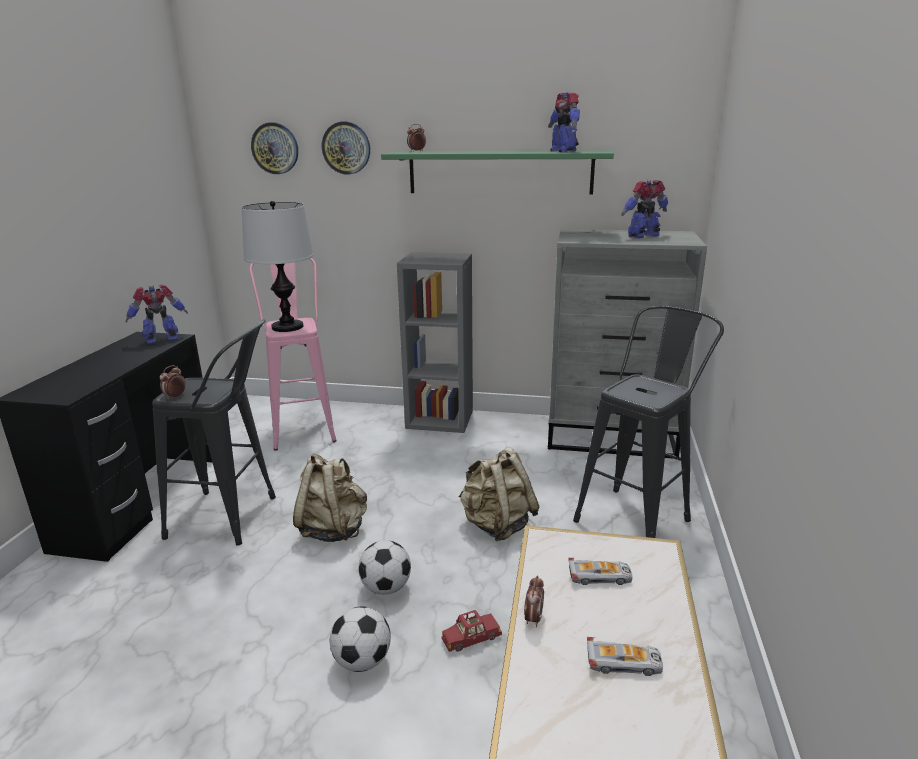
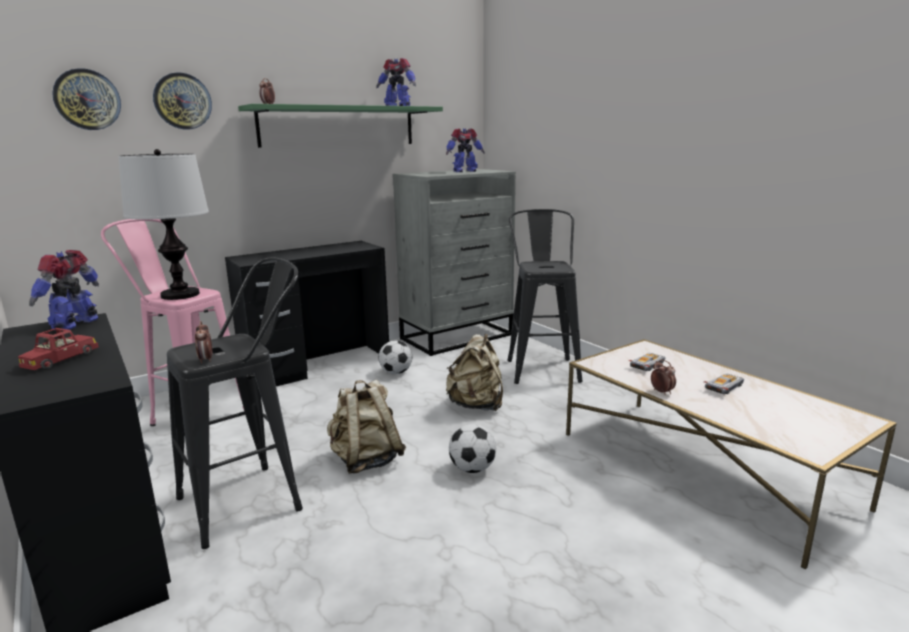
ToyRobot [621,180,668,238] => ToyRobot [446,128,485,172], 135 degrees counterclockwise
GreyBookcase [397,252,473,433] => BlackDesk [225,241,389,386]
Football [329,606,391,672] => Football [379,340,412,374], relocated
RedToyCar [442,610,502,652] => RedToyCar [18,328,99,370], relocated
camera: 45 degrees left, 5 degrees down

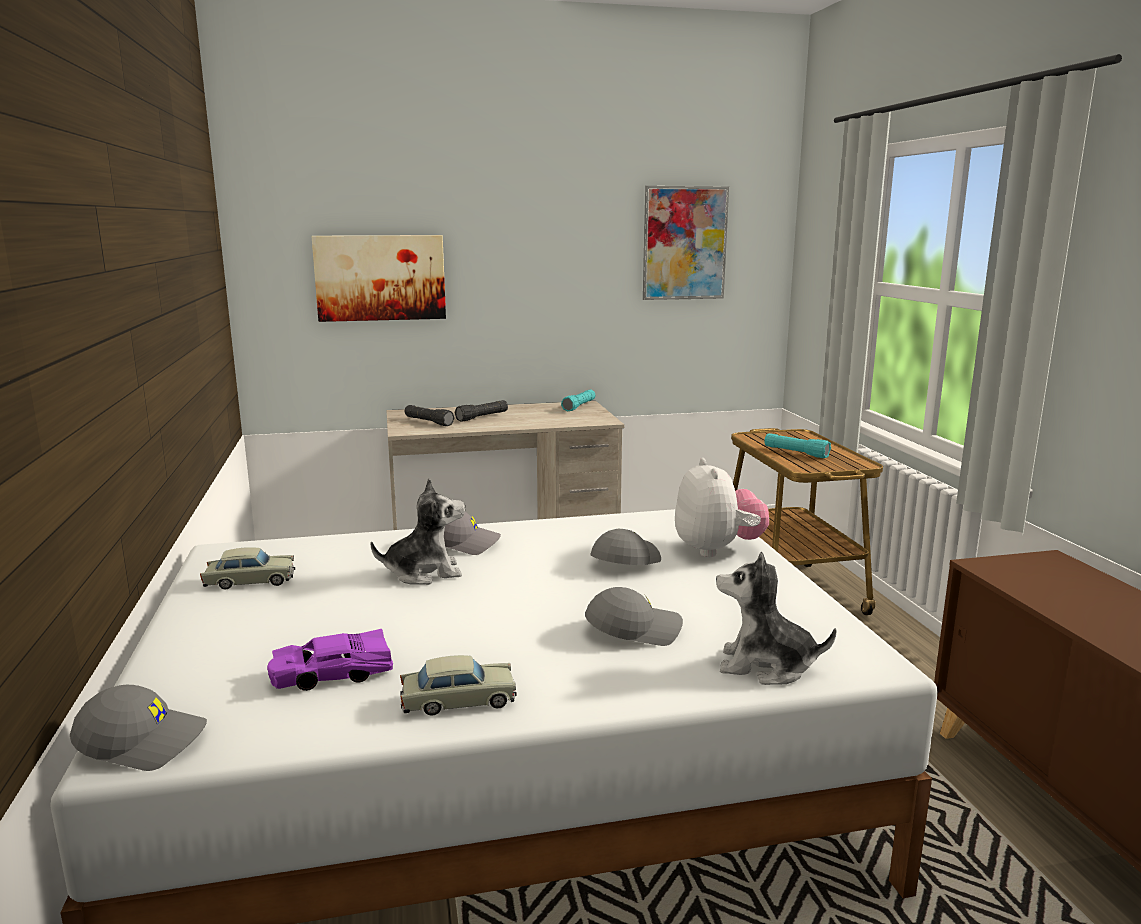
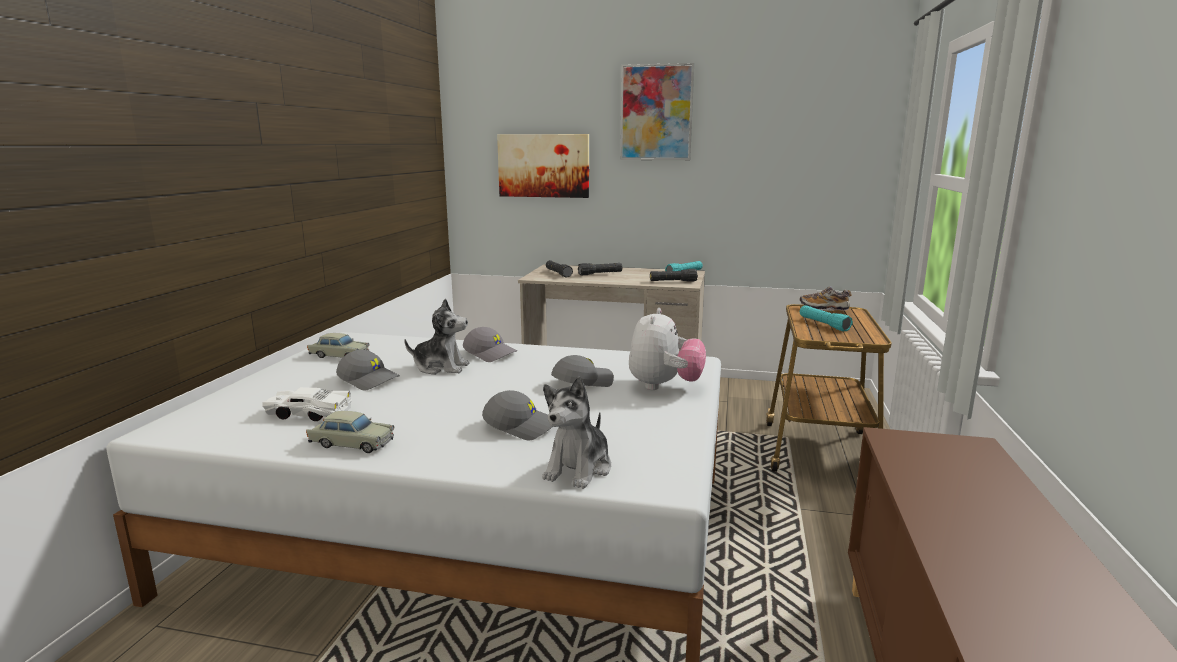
Picture [643,186,729,300] => Picture [620,63,694,160], relocated
PlushToy [716,552,837,685] => PlushToy [542,377,611,489], 105 degrees counterclockwise
PurpleToyCar [267,629,393,691] => WhiteToyCar [262,387,352,421]
GreyCap [70,685,207,771] => GreyCap [336,350,400,390], relocated
nothing => BlackFlashlight [650,269,698,282]
nothing => Shoe [800,286,852,311]
camera: 25 degrees right, 0 degrees up

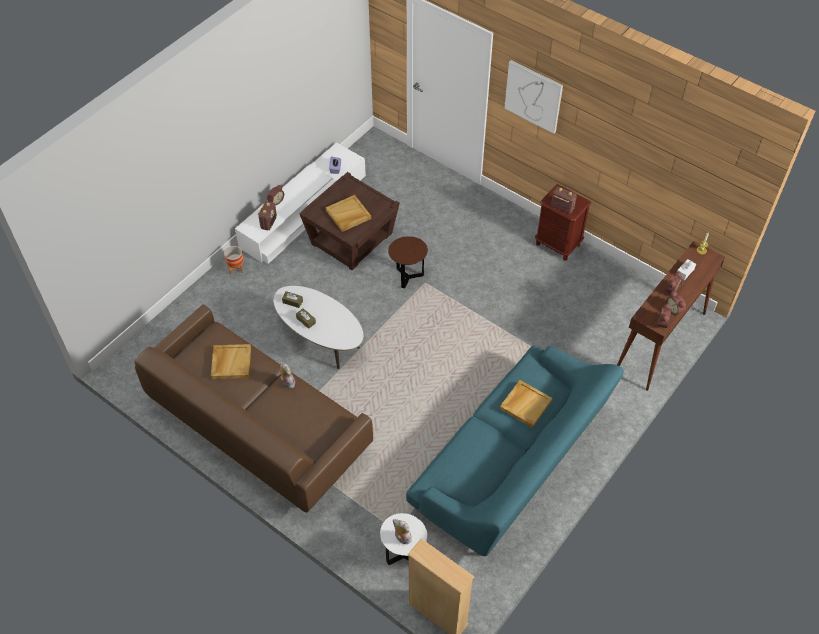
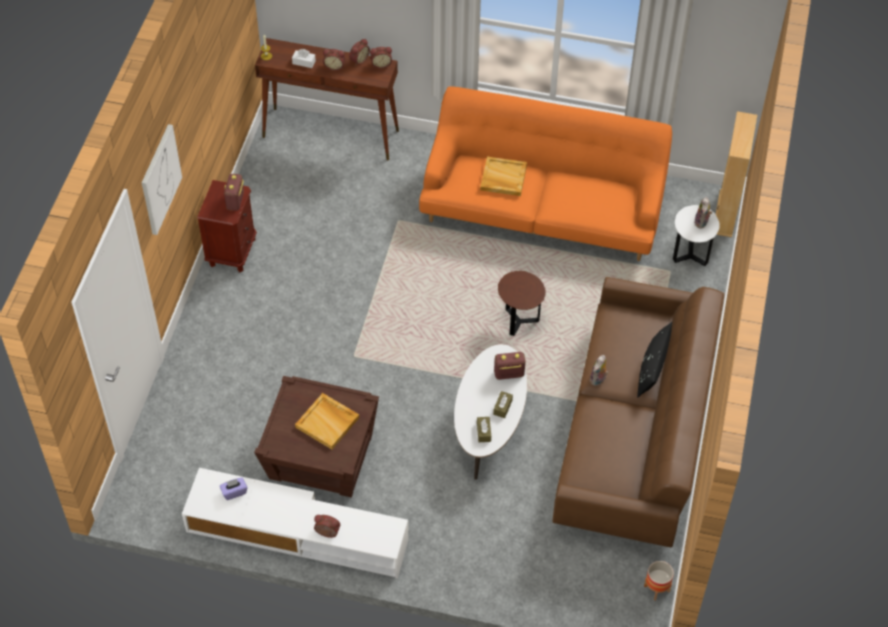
Radio [258,201,277,230] => Radio [494,352,526,380], relocated
BrownSideTable [388,236,428,289] => BrownSideTable [498,271,546,336], relocated
Planter [224,246,244,274] => Planter [644,561,674,600], relocated
BeigeTray [211,344,251,379] => nothing
TurquoiseSofa [406,345,624,556] => OrangeSofa [419,86,672,261]
nothing => BlackPillow [637,322,672,398]
camera: 115 degrees left, 0 degrees up

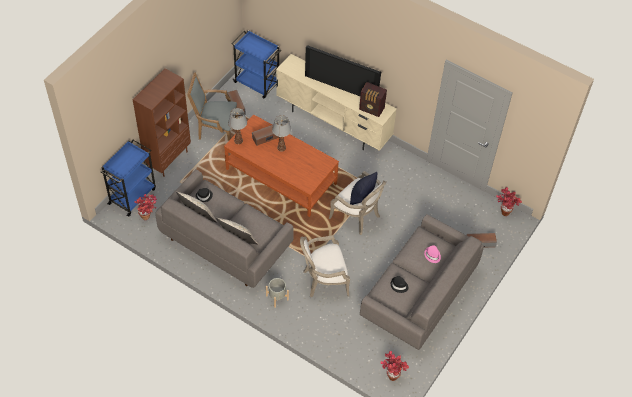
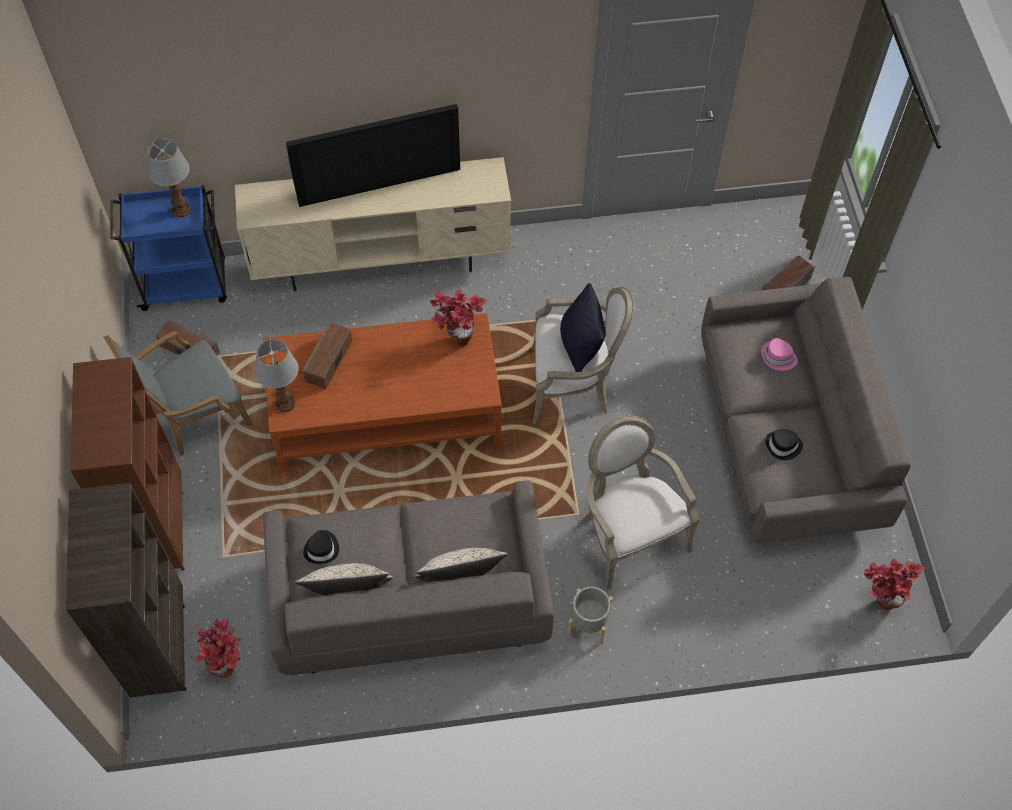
Radio [359,82,387,117] => nothing
TableLamp [272,115,291,152] => TableLamp [147,138,191,218], relocated
BlueCart [101,140,156,217] => BrownBookcase [66,483,186,698]
PottedPlant [496,187,522,216] => PottedPlant [430,289,486,347], relocated
Armchair [300,235,350,298] => Armchair [584,415,700,590], 120 degrees clockwise
camera: 40 degrees left, 5 degrees up

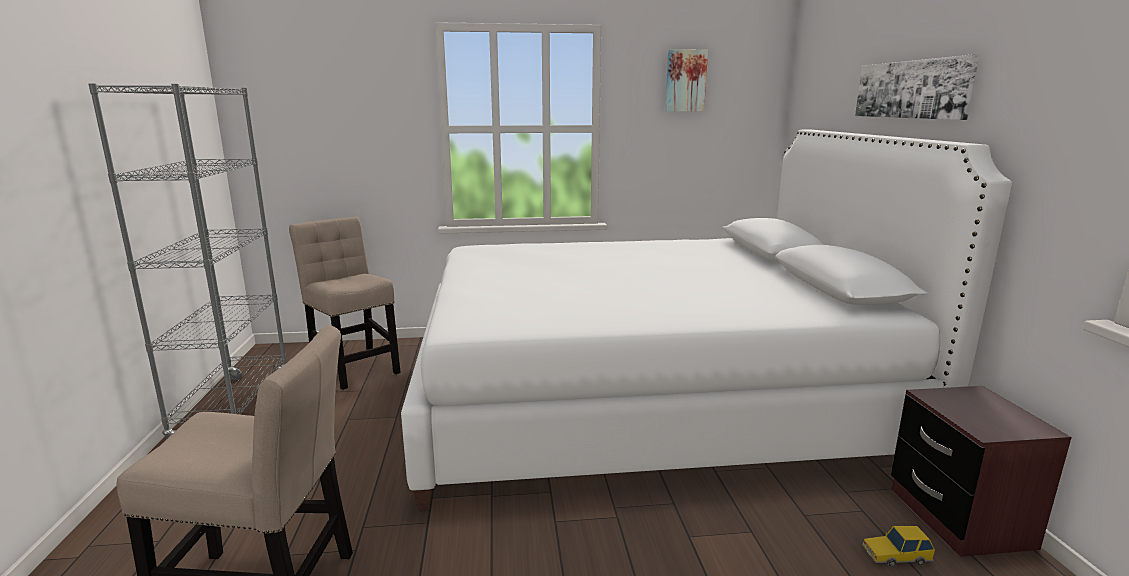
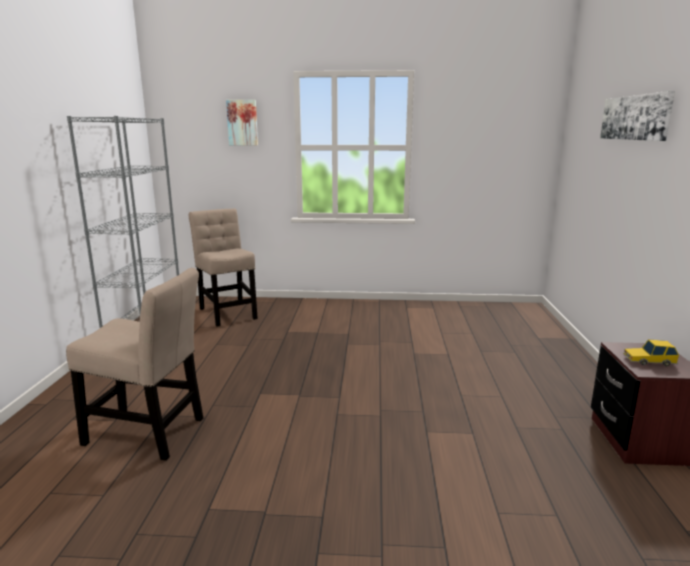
Picture [665,49,708,112] => Picture [226,100,258,145], relocated
WhiteBed [401,129,1012,511] => nothing
ToyCar [862,526,935,567] => ToyCar [623,339,679,366], relocated
camera: 10 degrees right, 0 degrees up

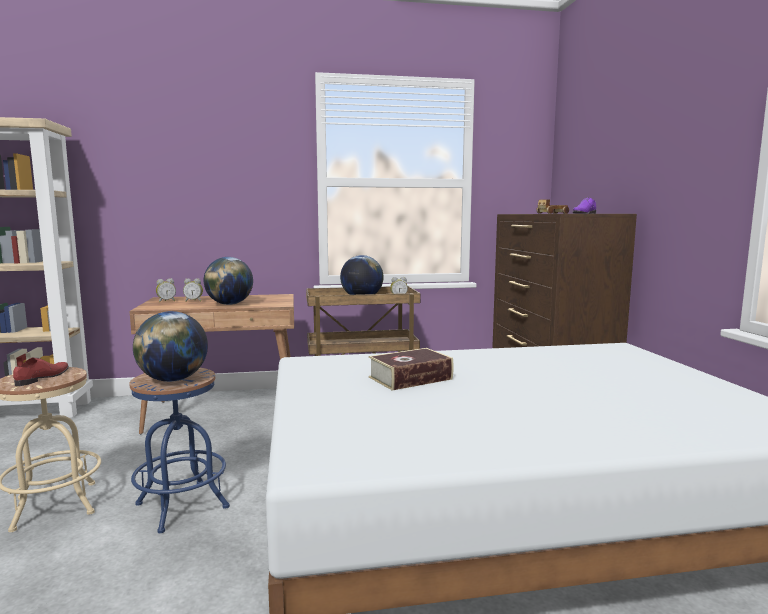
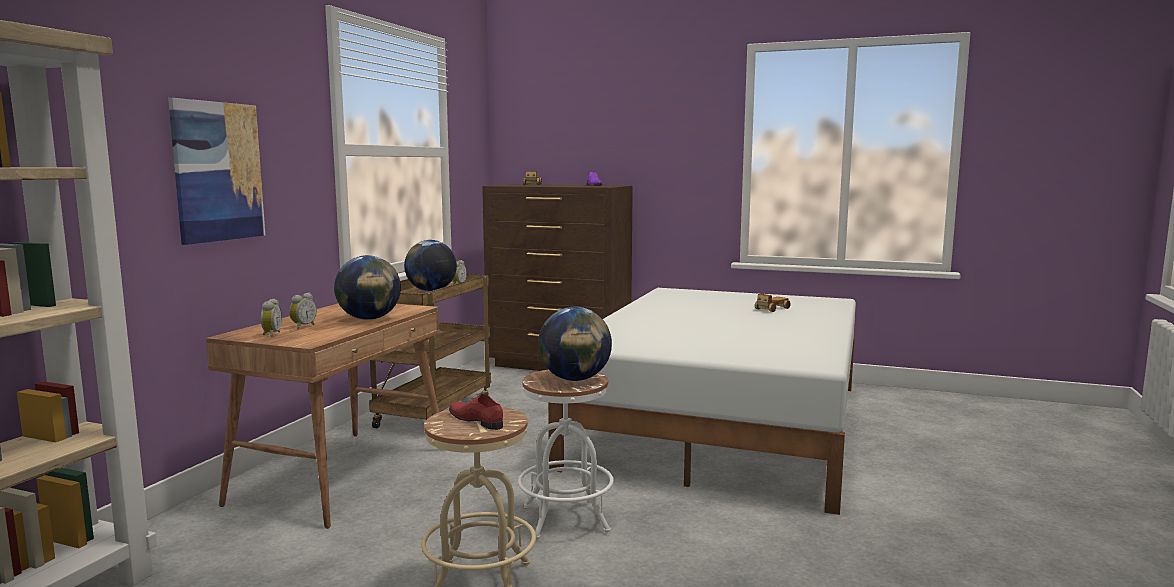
Book [369,348,454,391] => nothing
BlueStool [129,368,230,533] => WhiteStool [518,370,614,540]
nothing => Picture [168,98,265,245]
nothing => ToyCar [755,293,791,312]
camera: 60 degrees left, 0 degrees up

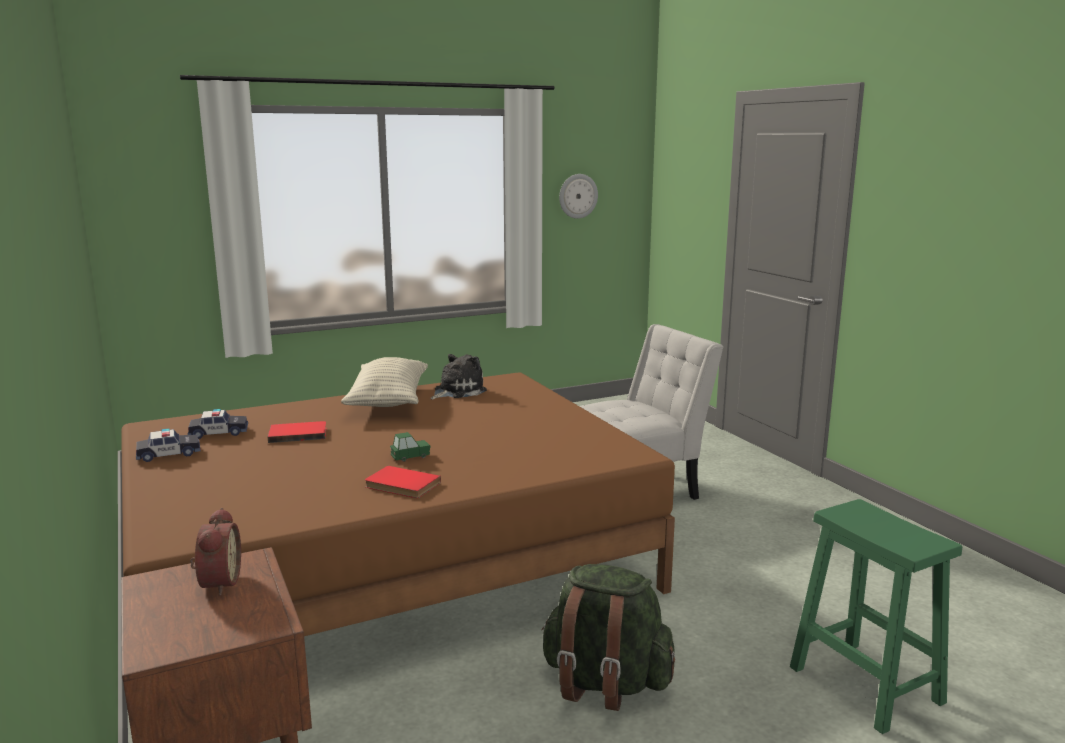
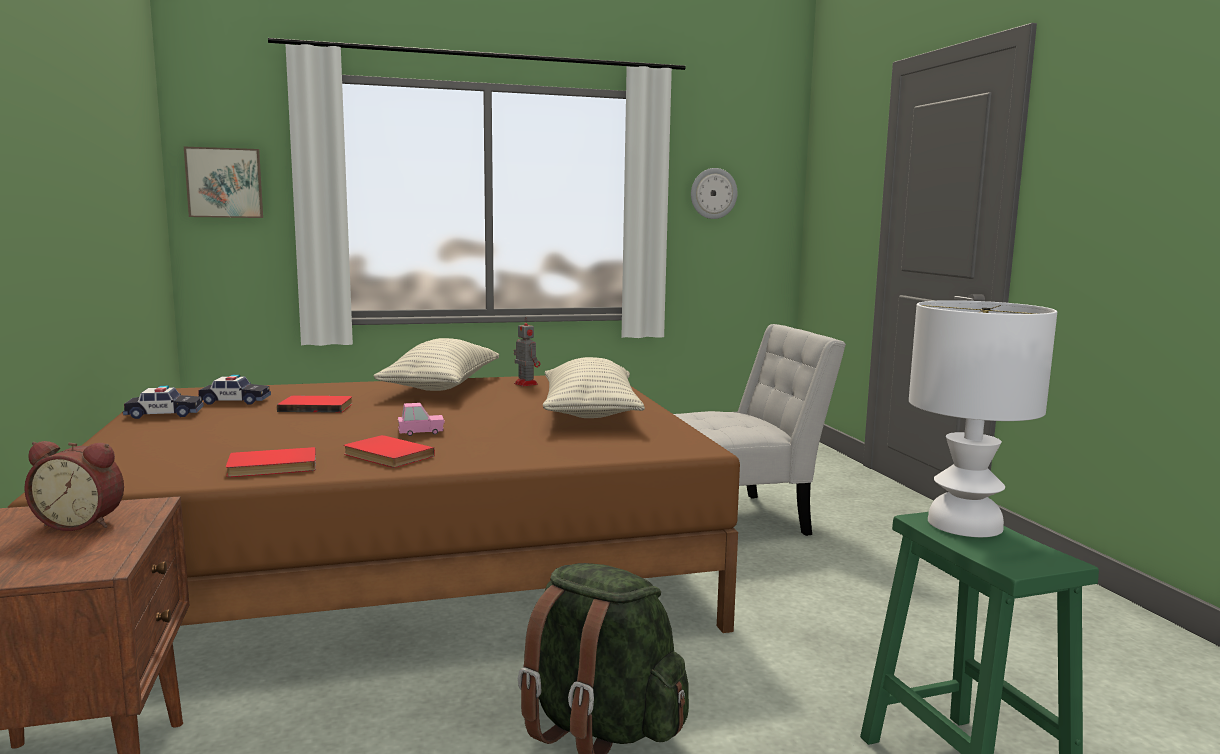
PlushToy [430,354,487,400] => ToyRobot [514,317,540,387]
GreenToyCar [390,432,430,462] => PinkToyCar [398,403,445,436]
AlarmClock [190,508,241,596] => AlarmClock [24,441,124,531], 90 degrees clockwise
nothing => Picture [184,147,263,218]
nothing => WhiteTableLamp [909,300,1057,537]
nothing => Pillow [543,357,645,418]
nothing => RedBook [226,447,316,477]
camera: 10 degrees right, 5 degrees down

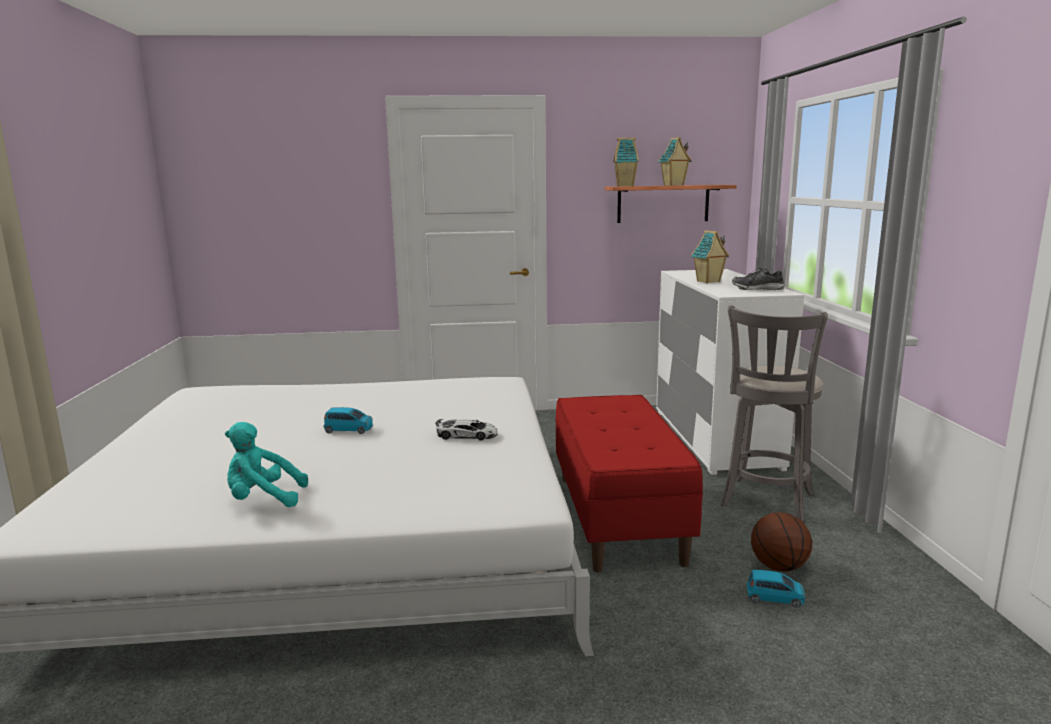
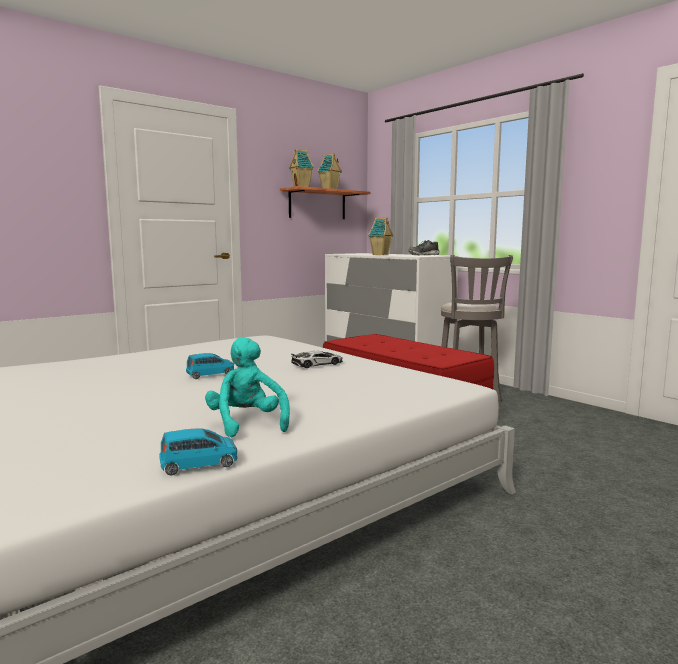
TurquoisePlushToy [225,422,308,507] => TurquoisePlushToy [205,337,290,438], 105 degrees clockwise
Basketball [751,512,812,572] => nothing
BlueToyCar [747,569,805,608] => BlueToyCar [159,429,238,475], relocated
camera: 35 degrees left, 5 degrees down

